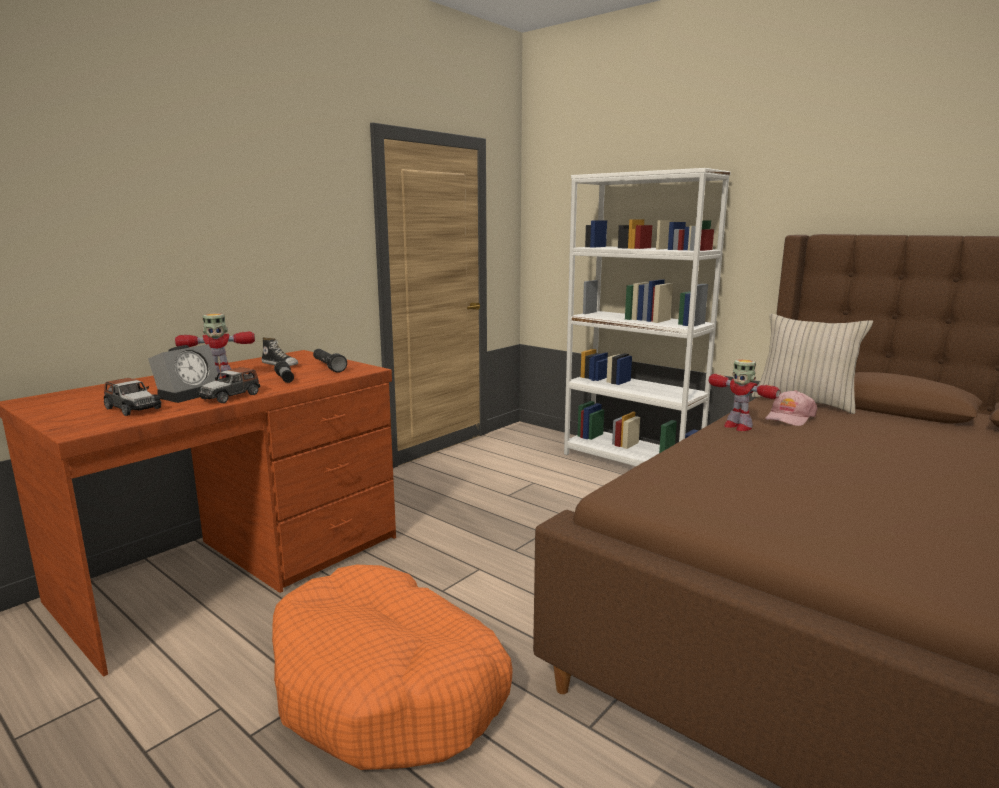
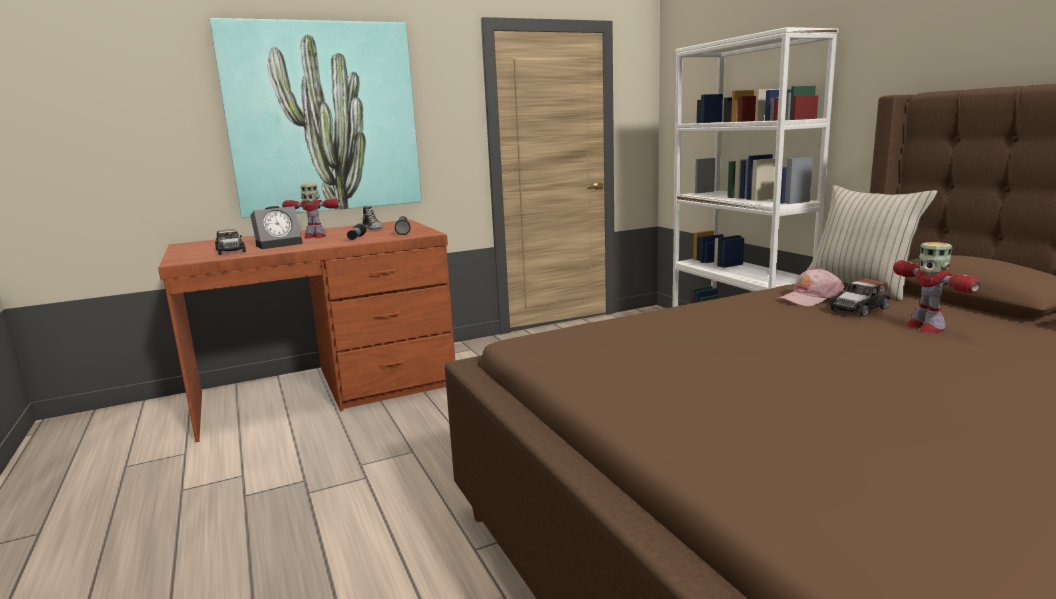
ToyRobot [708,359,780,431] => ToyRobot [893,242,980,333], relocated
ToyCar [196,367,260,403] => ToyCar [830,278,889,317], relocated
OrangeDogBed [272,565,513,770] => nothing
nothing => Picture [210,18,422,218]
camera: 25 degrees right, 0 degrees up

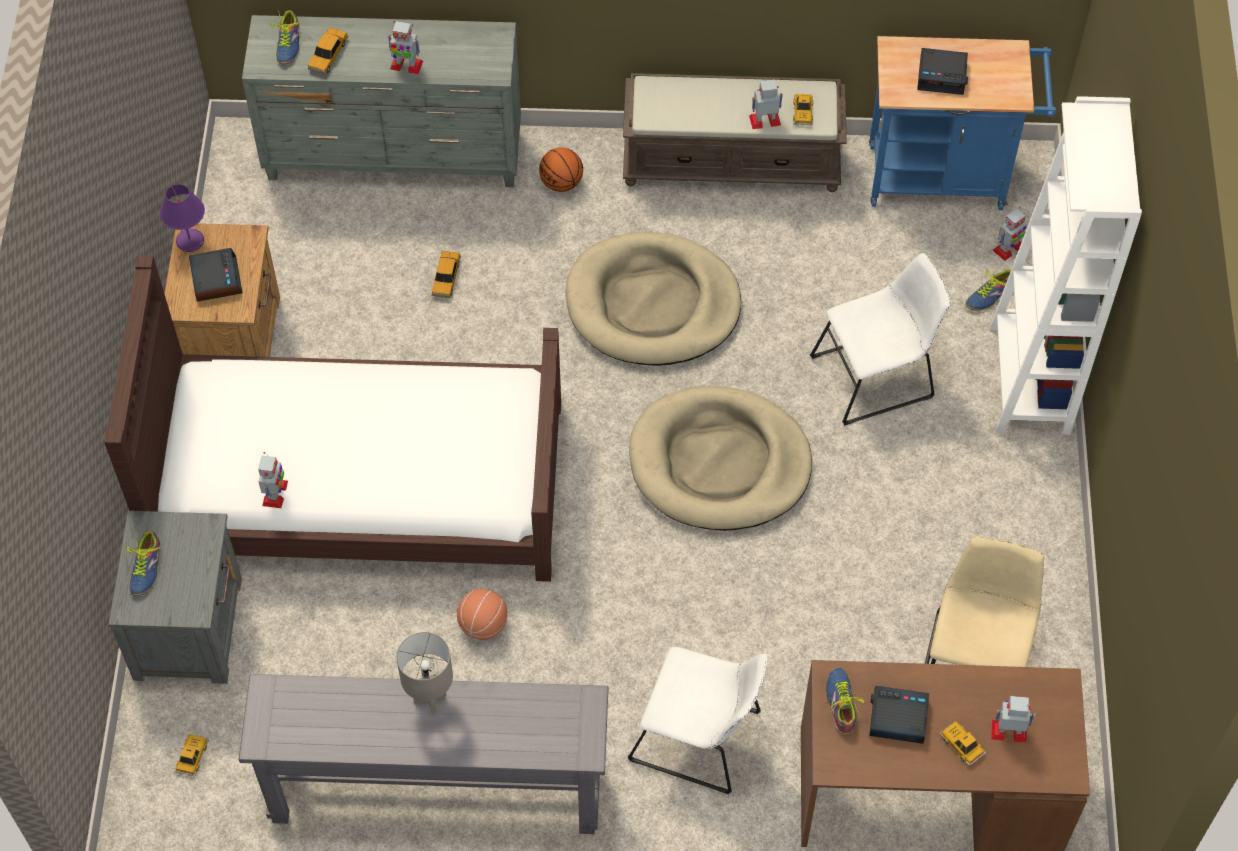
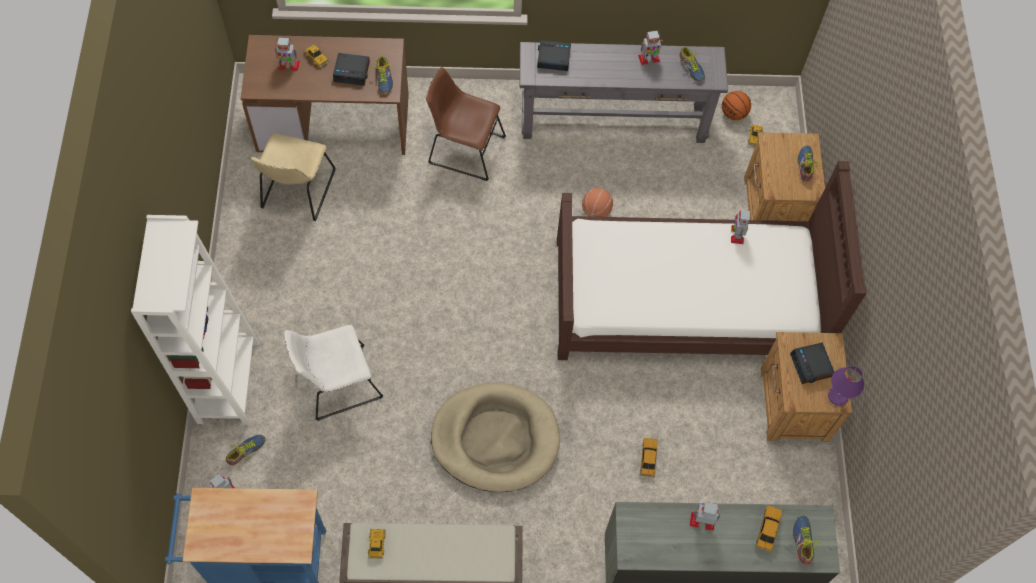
AlarmClock [917,48,968,95] => AlarmClock [537,40,571,71], relocated
ToyRobot [749,79,783,129] => ToyRobot [638,30,663,65], relocated
Basketball [539,147,583,192] => Basketball [722,91,751,120], relocated
BeigeDogBed [629,386,812,531] => nothing
GreyNightstand [109,511,242,684] => BrownNightstand [744,132,825,221]
GreyTableLamp [396,632,453,713] => nothing
WhiteChair [628,647,768,794] => BrownChair [426,67,506,181]
nothing => Shoe [679,47,705,82]
camera: 175 degrees right, 5 degrees up

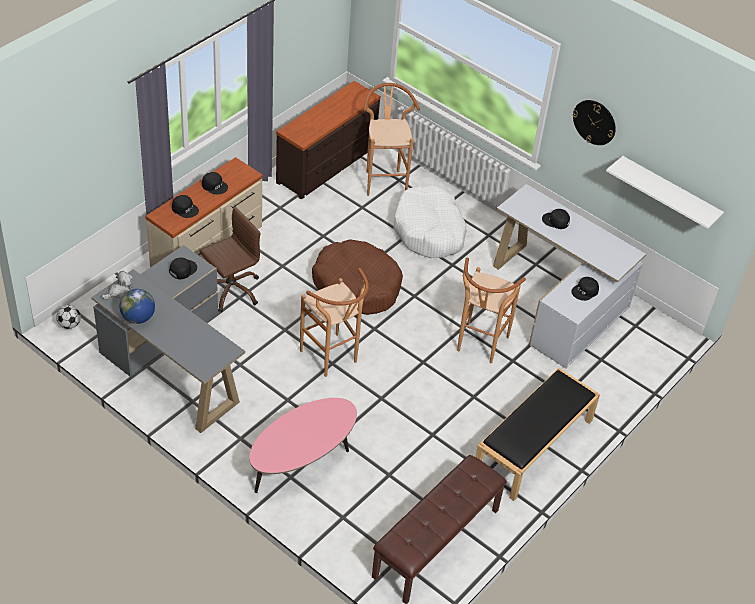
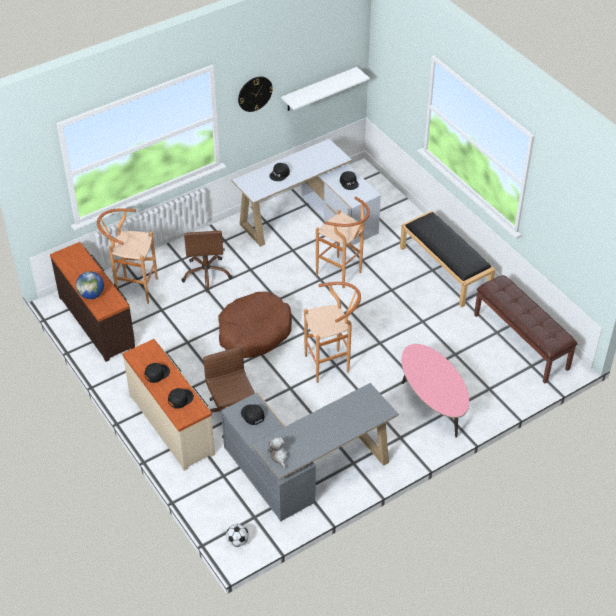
WhiteDogBed [393,185,467,258] => BrownOfficeChair [181,230,233,293]
Globe [120,289,155,324] => Globe [76,271,104,299], relocated
camera: 70 degrees left, 0 degrees up

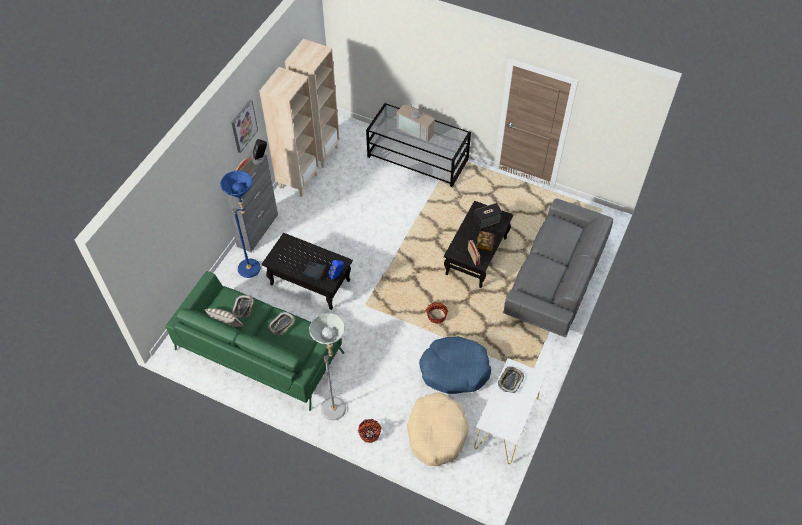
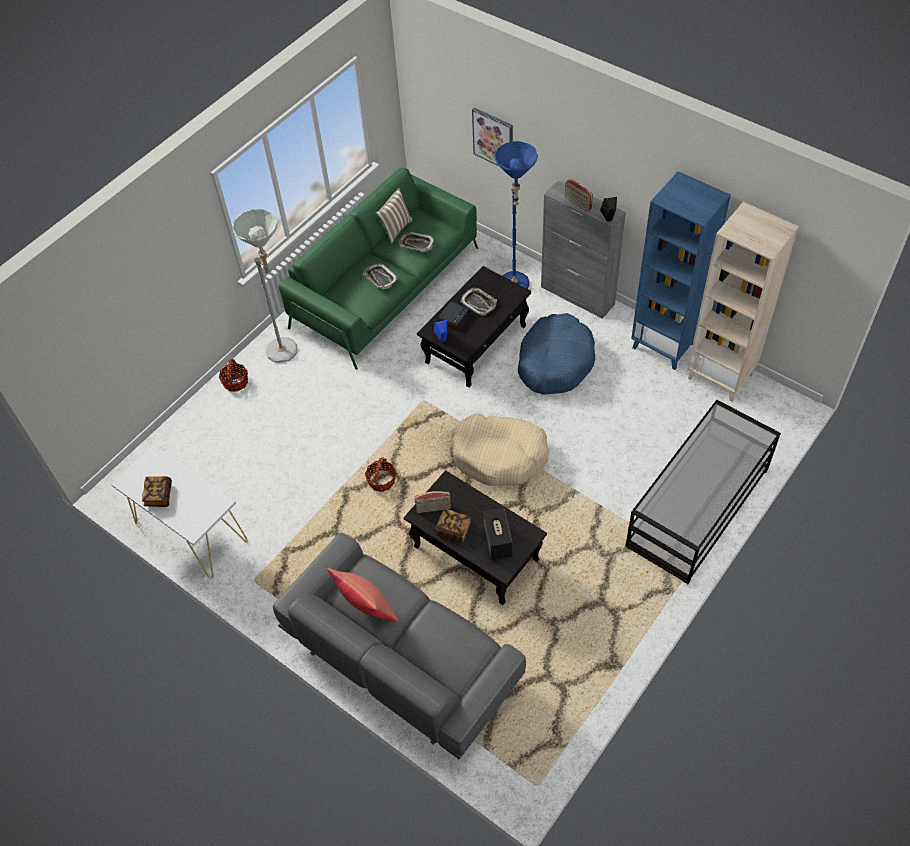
BeigeBookcase [259,67,319,197] => BlueBookcase [631,171,731,370]
Television [397,97,435,142] => nothing
Picture [231,100,258,153] => Picture [472,108,513,166], relocated
BlueDogBed [419,336,491,394] => BlueDogBed [518,313,595,395], relocated
Tray [498,366,524,393] => Tray [460,288,497,316], relocated
BeigeDogBed [407,392,469,466] => BeigeDogBed [451,413,549,486], relocated
nothing => Book [142,476,172,507]
nothing => RedPillow [327,568,398,622]
camera: 105 degrees right, 0 degrees up

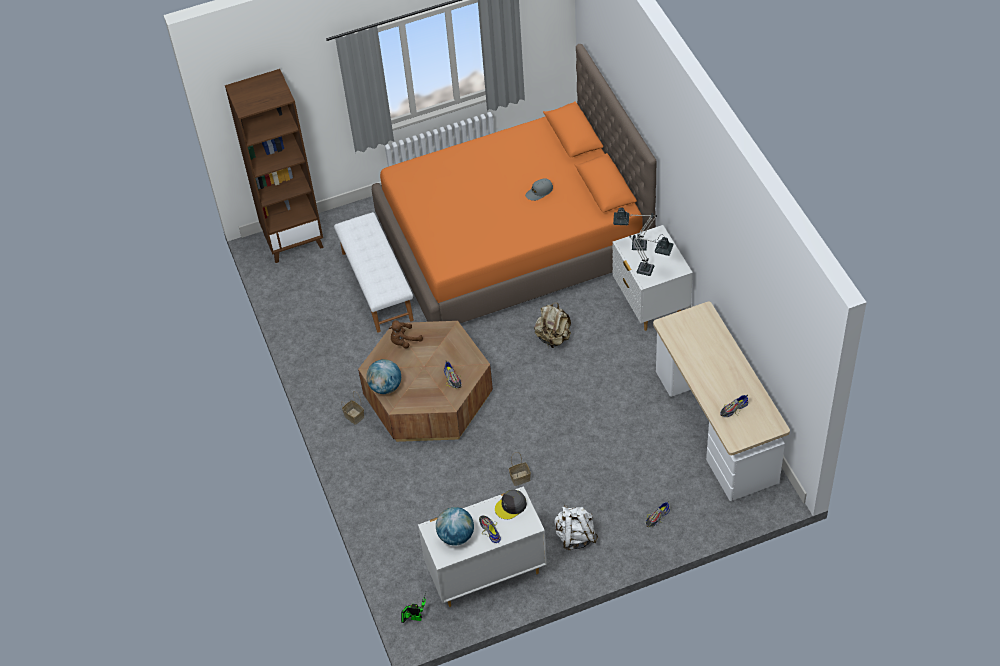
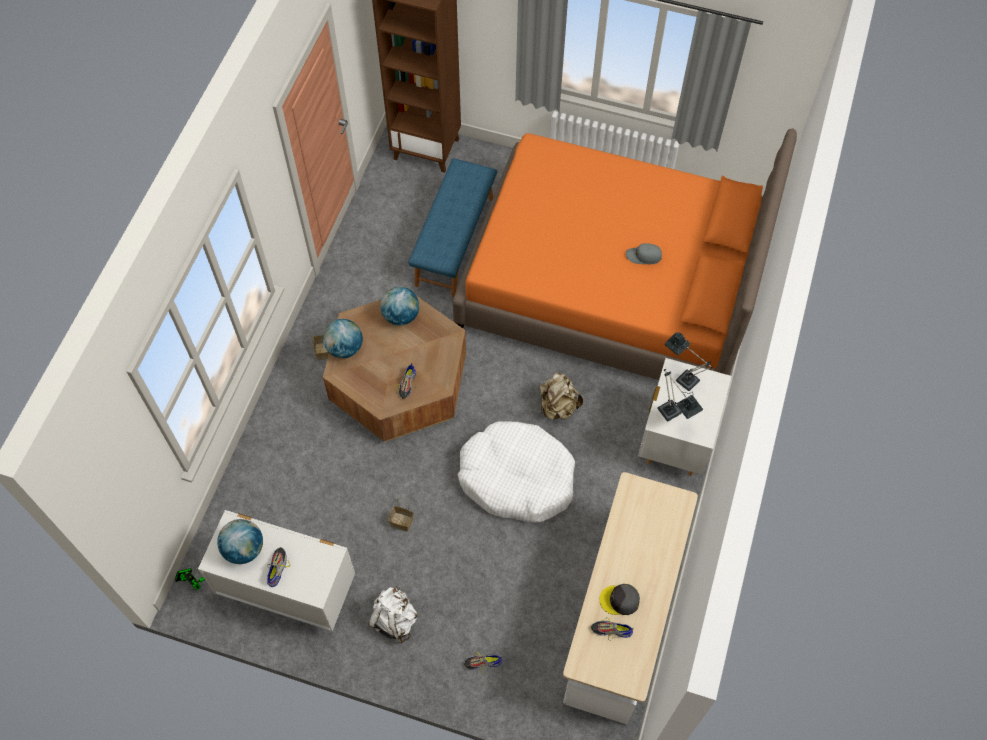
WhiteBench [334,212,414,333] => BlueBench [408,158,497,297]
BrownPlushToy [389,320,423,349] => Globe [380,287,419,326]
GreyCap [495,490,527,519] => GreyCap [599,584,640,615], relocated
nothing => WhiteDogBed [458,421,575,523]
camera: 35 degrees right, 10 degrees up

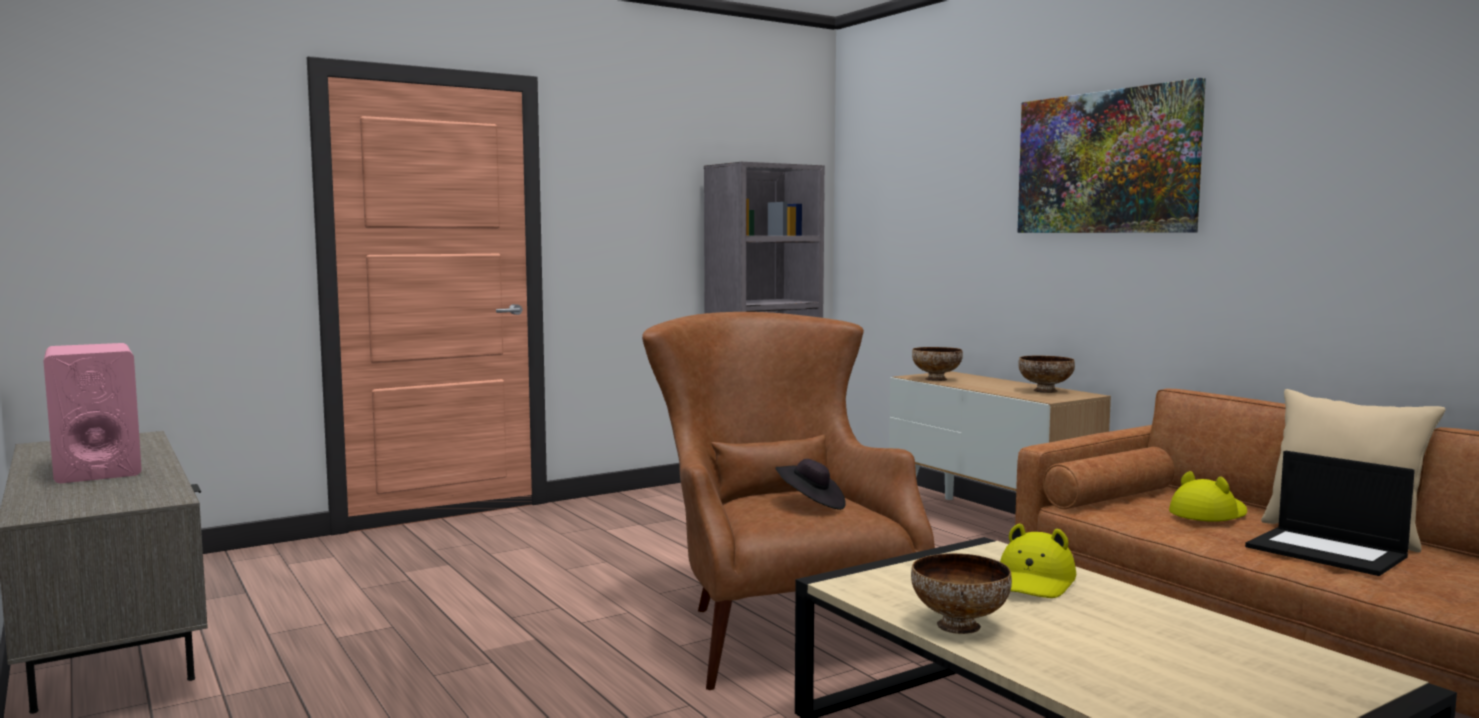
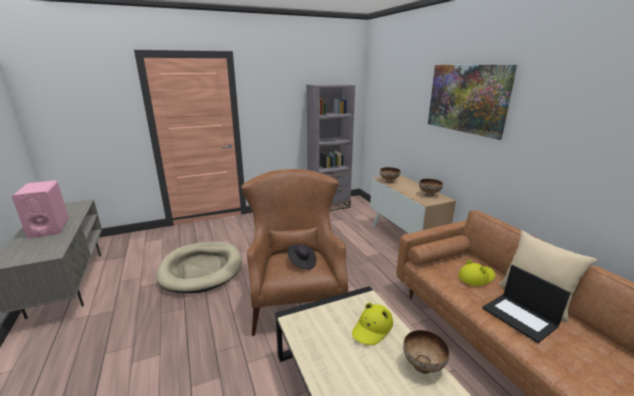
Bowl [911,553,1012,634] => Bowl [403,330,450,374], relocated
nothing => BeigeDogBed [156,242,242,293]
camera: 10 degrees right, 15 degrees up

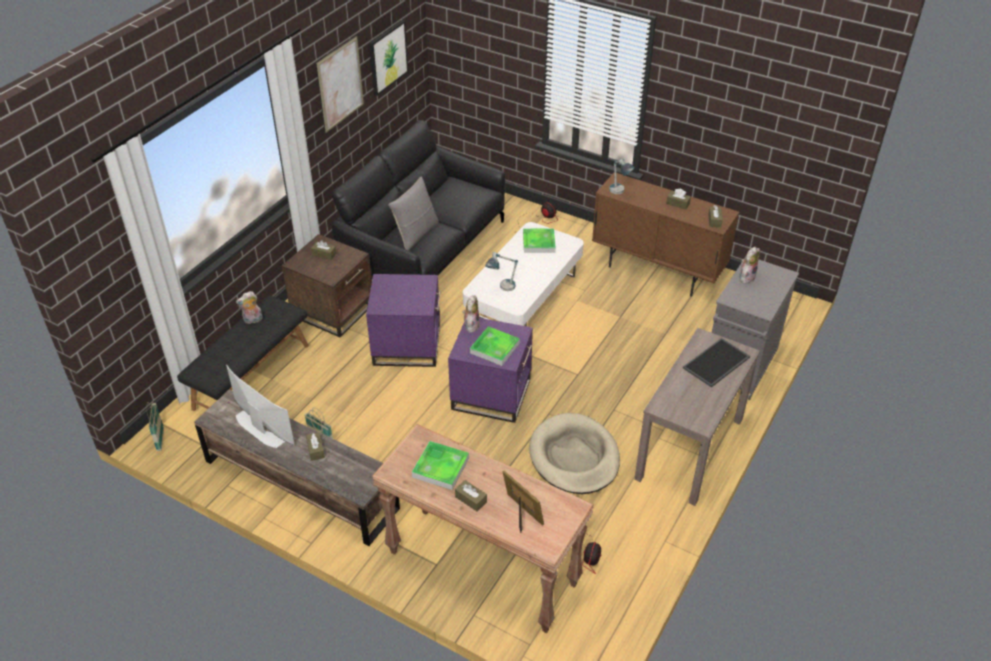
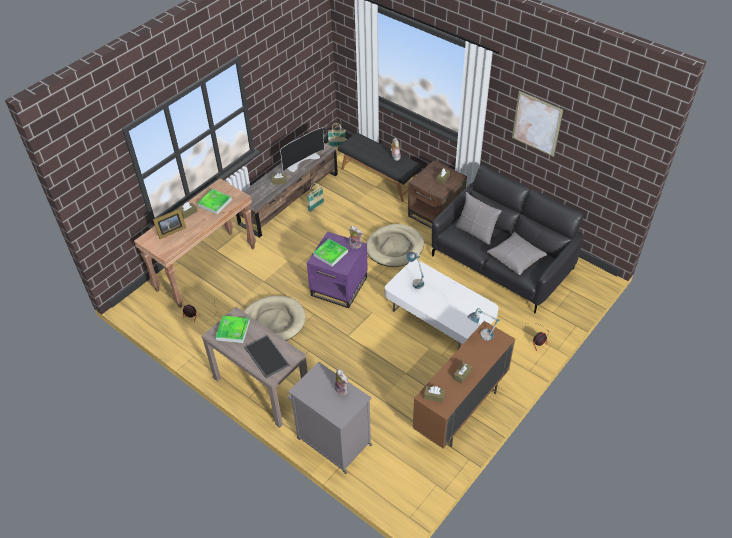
Picture [369,20,409,96] => nothing
Tray [523,228,556,253] => Tray [216,316,250,343], relocated
PurpleSideTable [366,274,440,367] => BeigeDogBed [366,224,424,267]
nothing => GreyPillow [487,232,547,275]
camera: 100 degrees right, 5 degrees up

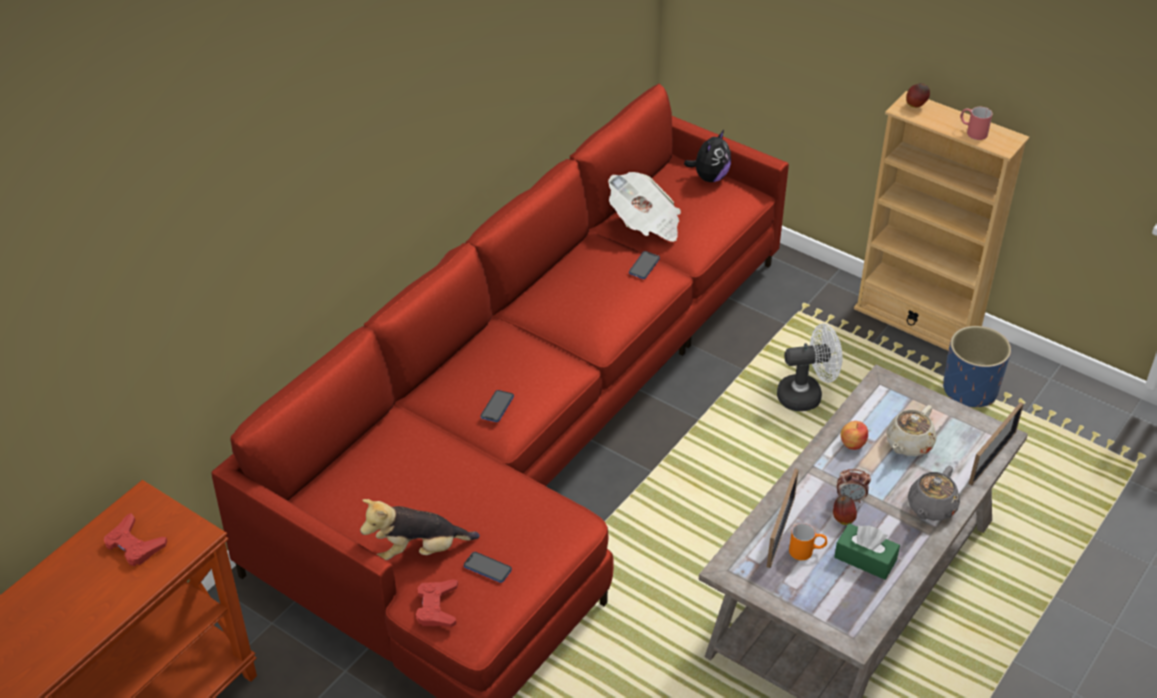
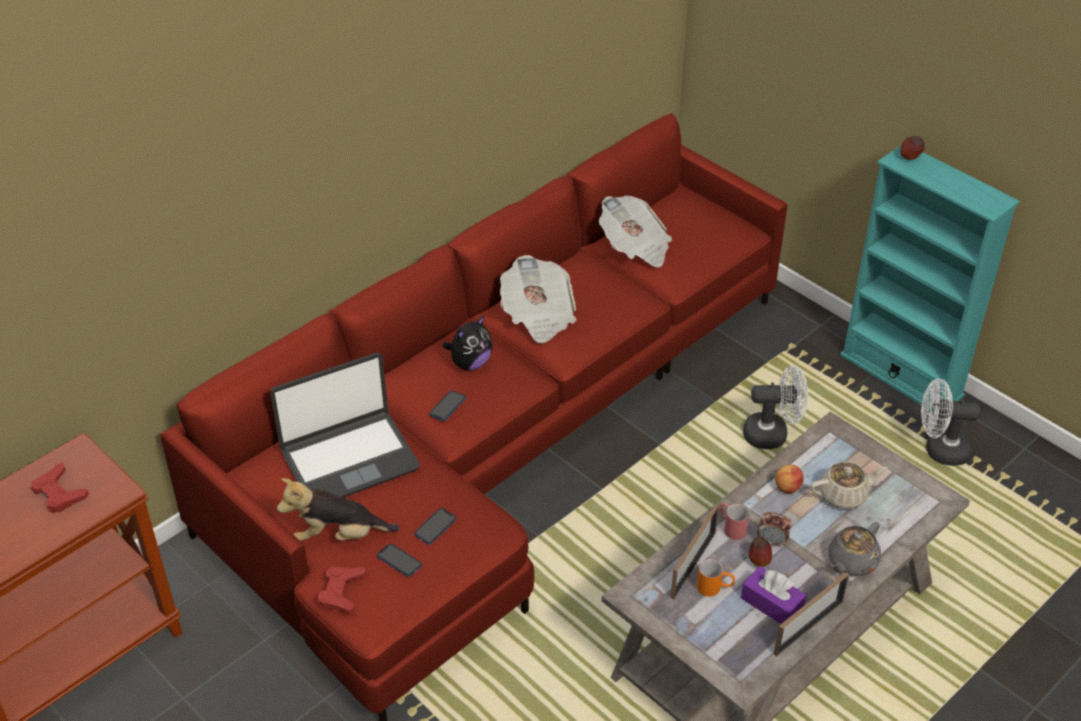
BeigeBookcase [854,91,1029,351] => TurquoiseBookcase [840,145,1020,411]
RedMug [960,107,992,140] => RedMug [719,503,750,540], relocated
PlushToy [684,130,731,182] => PlushToy [442,315,492,371], relocated
Phone [629,251,660,279] => Phone [414,508,456,545], relocated
BluePlanter [943,326,1011,407] => WhiteFan [921,379,980,466]
PictureFrame [969,402,1024,485] => PictureFrame [774,572,849,657], relocated
BeigeTeapot [886,405,936,456] => BeigeTeapot [810,462,888,509], 150 degrees counterclockwise
GreenTissueBox [834,523,900,580] => PurpleTissueBox [741,566,807,624]
nothing => Newspaper [500,255,577,344]
nothing => Laptop [270,353,420,497]
camera: 10 degrees right, 0 degrees up

